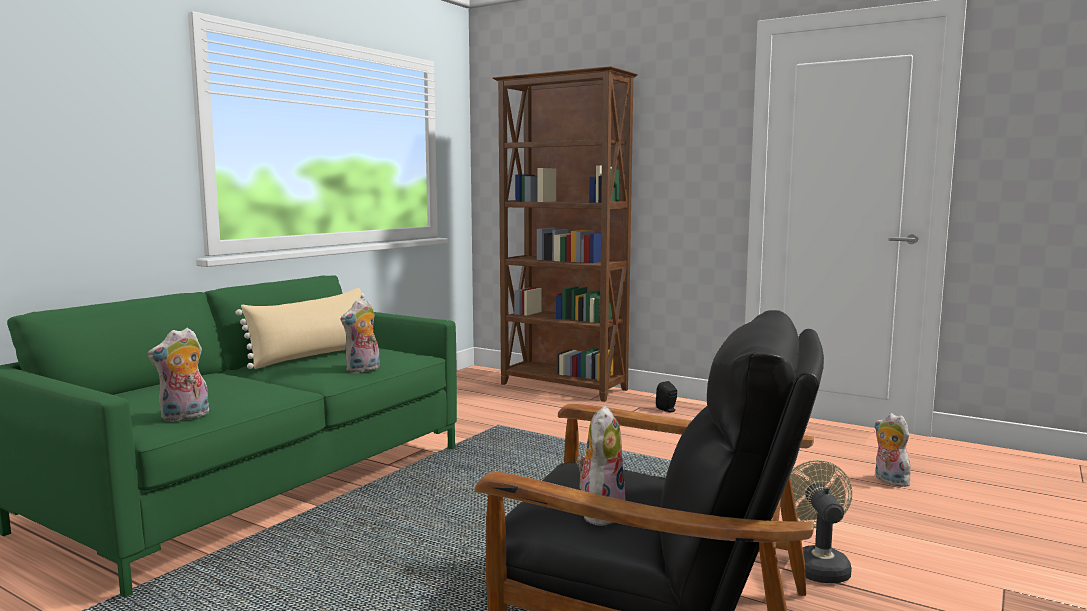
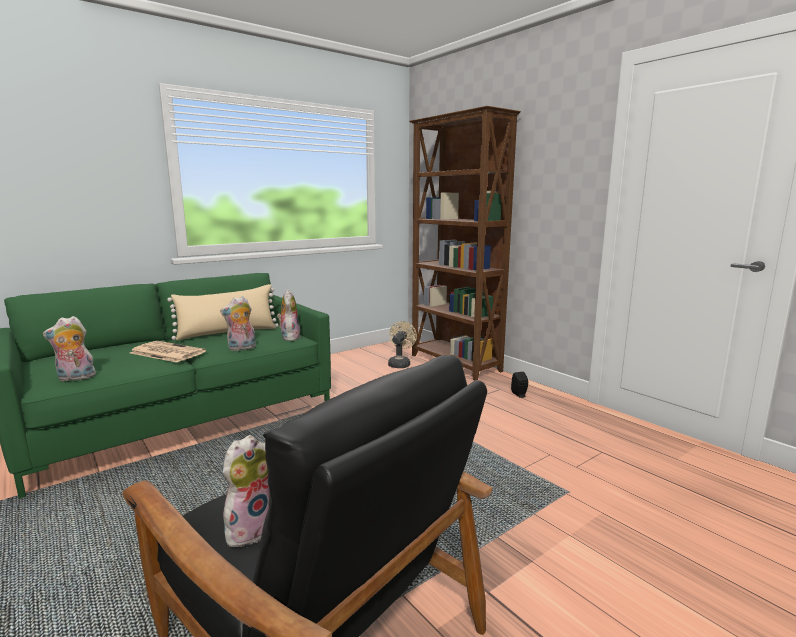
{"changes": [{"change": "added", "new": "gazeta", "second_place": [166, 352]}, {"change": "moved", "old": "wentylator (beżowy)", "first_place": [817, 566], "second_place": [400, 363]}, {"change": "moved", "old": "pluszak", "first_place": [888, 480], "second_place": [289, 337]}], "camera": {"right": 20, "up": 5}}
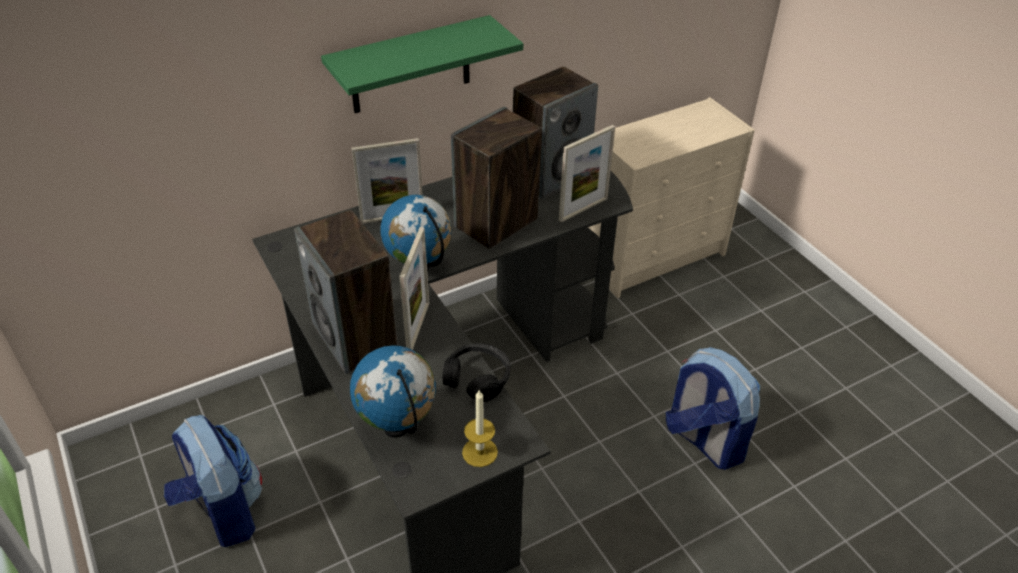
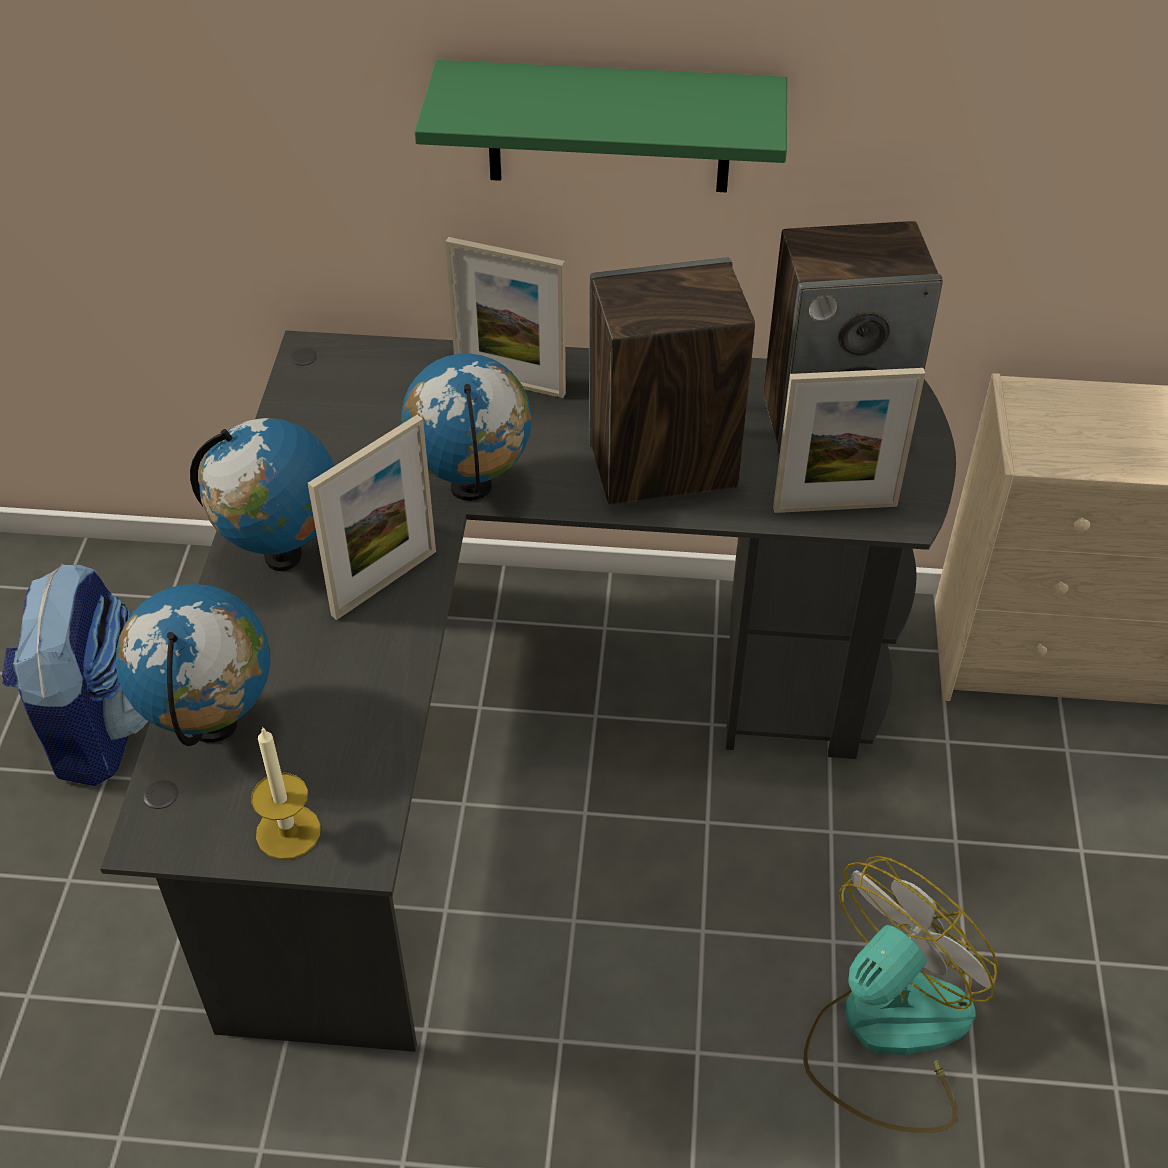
{"changes": [{"change": "removed", "old": "słuchawki (czarny)", "first_place": [477, 378]}, {"change": "replaced", "old": "głośnik", "new": "globus", "first_place": [356, 338], "second_place": [282, 556]}, {"change": "replaced", "old": "plecak", "new": "wentylator", "first_place": [703, 440], "second_place": [886, 1033]}], "camera": {"right": 35, "up": 5}}
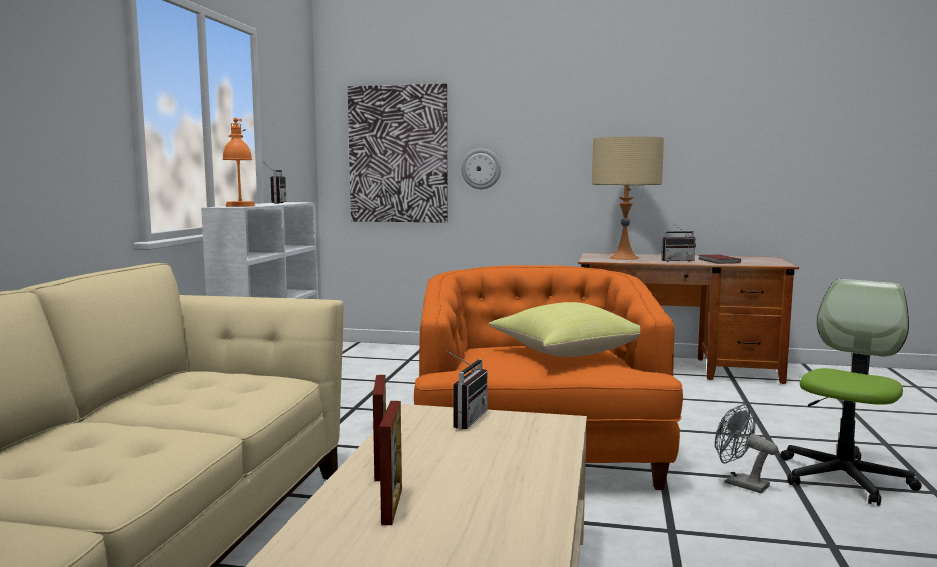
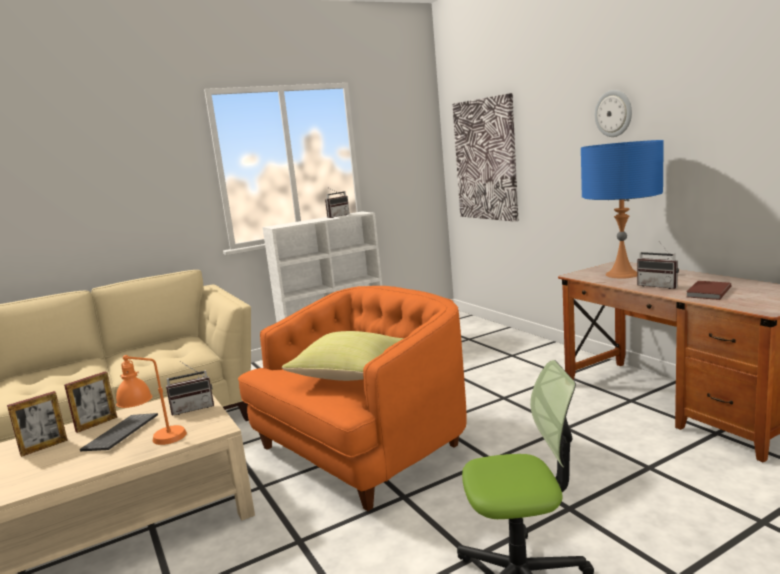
{"changes": [{"change": "removed", "old": "wentylator (szary)", "first_place": [739, 483]}, {"change": "added", "new": "klawiatura", "second_place": [121, 434]}, {"change": "moved", "old": "lampa stołowa (pomarańczowy)", "first_place": [240, 206], "second_place": [157, 443]}, {"change": "moved", "old": "zegar ścienny", "first_place": [481, 169], "second_place": [613, 113]}, {"change": "recoloured", "old": "lampa stołowa (beżowy)", "new": "lampa stołowa (niebieski)", "first_place": [624, 258], "second_place": [622, 274]}], "camera": {"right": 50, "up": 5}}
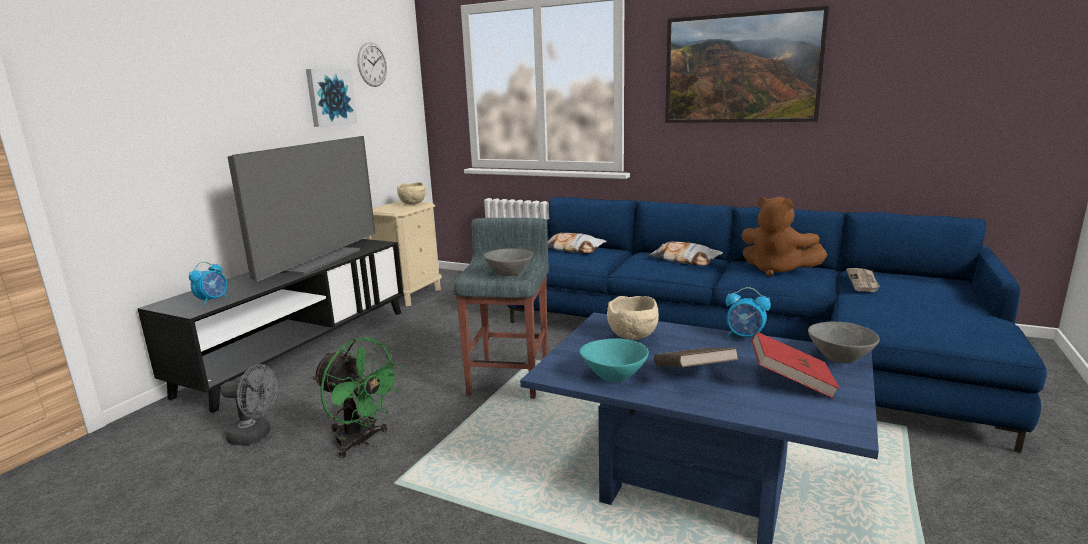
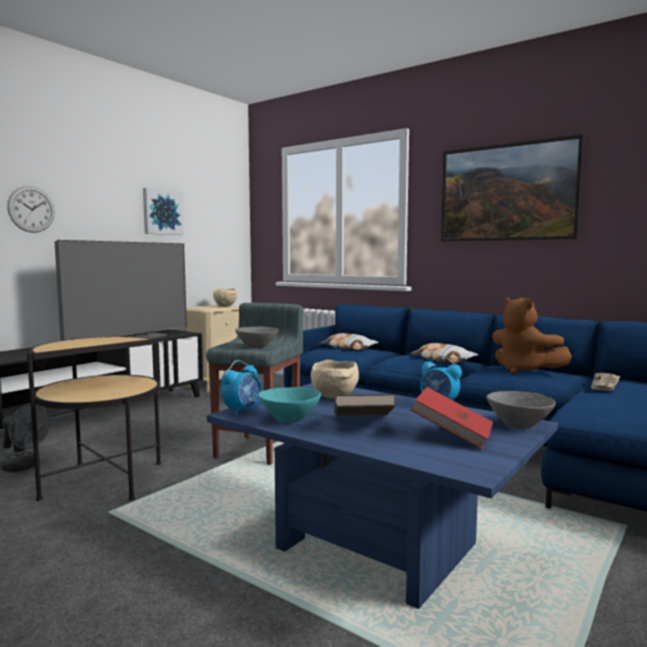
{"changes": [{"change": "moved", "old": "budzik", "first_place": [213, 300], "second_place": [243, 411]}, {"change": "moved", "old": "zegar ścienny", "first_place": [372, 64], "second_place": [31, 209]}, {"change": "replaced", "old": "wentylator (zielony)", "new": "stolik", "first_place": [361, 441], "second_place": [103, 480]}], "camera": {"right": 10, "up": -10}}
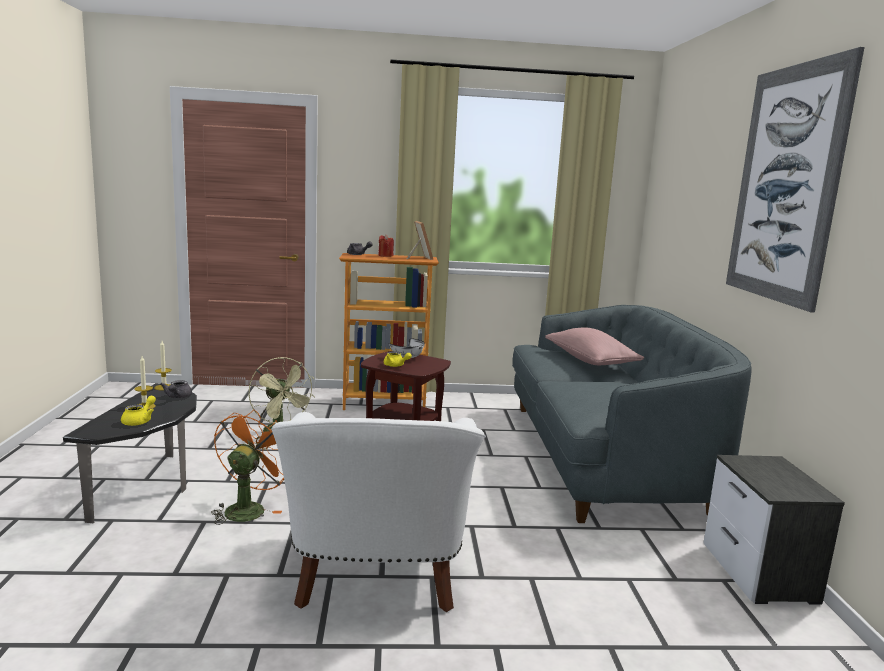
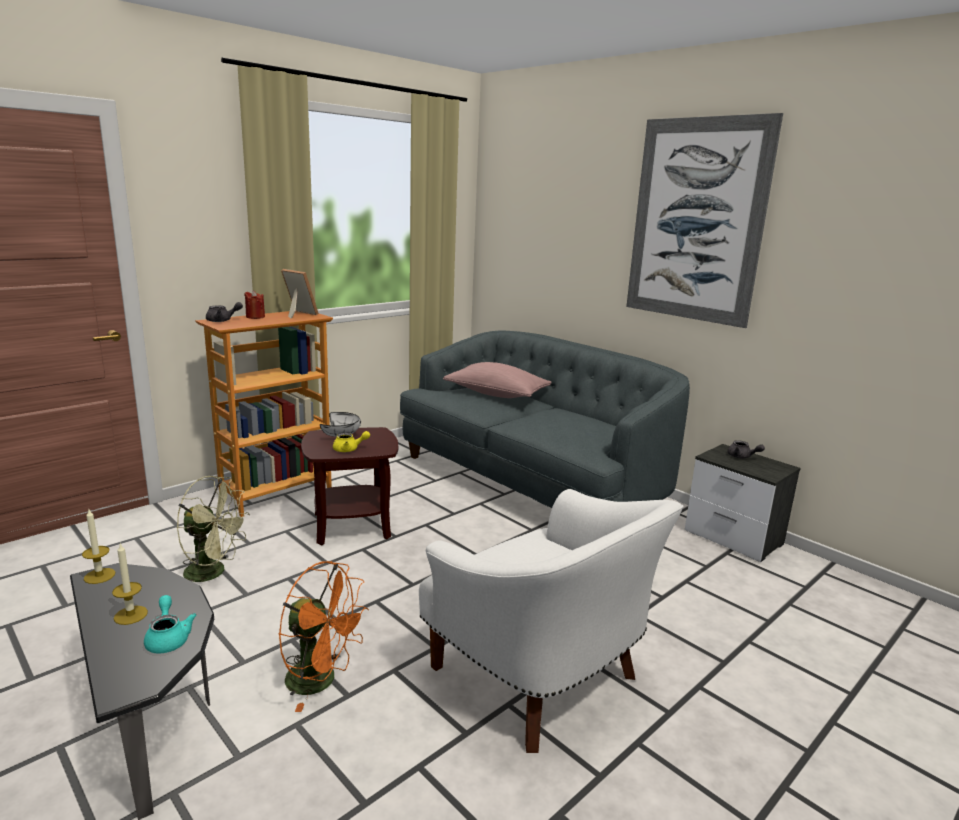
{"changes": [{"change": "moved", "old": "imbryk (szary)", "first_place": [177, 397], "second_place": [742, 457]}, {"change": "recoloured", "old": "imbryk (żółty)", "new": "imbryk (turkusowy)", "first_place": [140, 421], "second_place": [168, 638]}, {"change": "turned", "old": "wentylator (pomarańczowy)", "first_place": [248, 508], "second_place": [321, 681], "degrees": 135}], "camera": {"right": -40, "up": 5}}
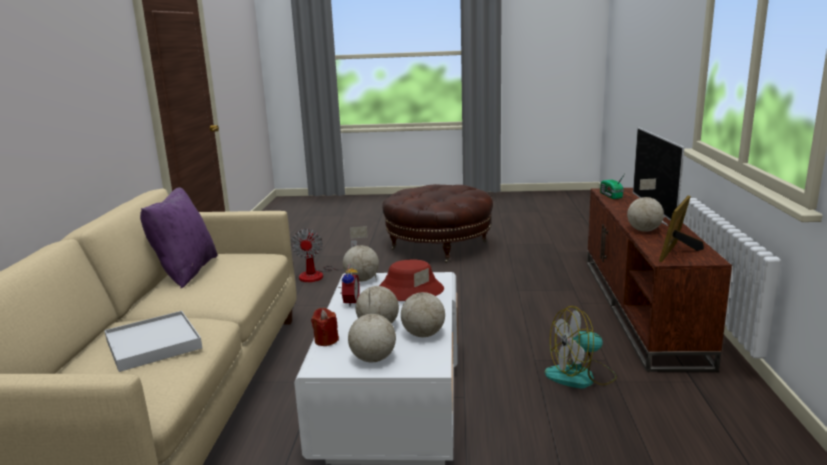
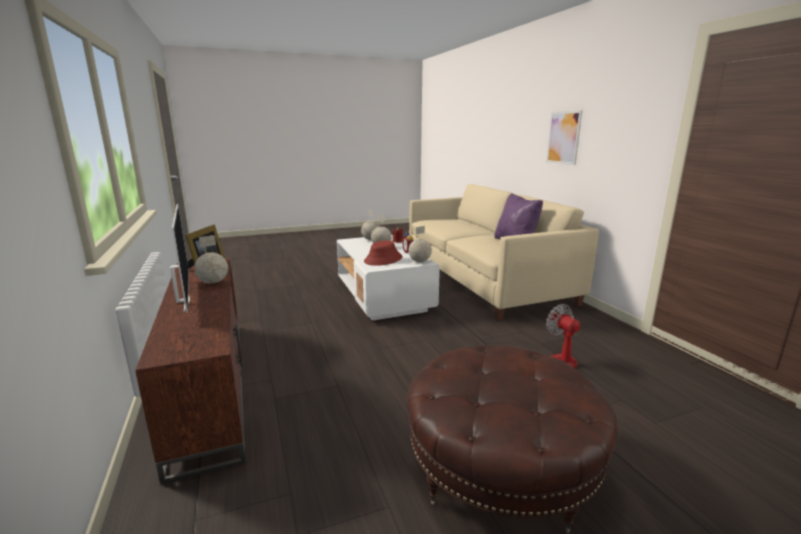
{"changes": [{"change": "removed", "old": "taca (biały)", "first_place": [153, 344]}, {"change": "removed", "old": "globus", "first_place": [424, 334]}, {"change": "removed", "old": "wentylator", "first_place": [580, 376]}, {"change": "removed", "old": "radio", "first_place": [610, 196]}, {"change": "added", "new": "obraz", "second_place": [563, 137]}], "camera": {"right": 155, "up": 0}}
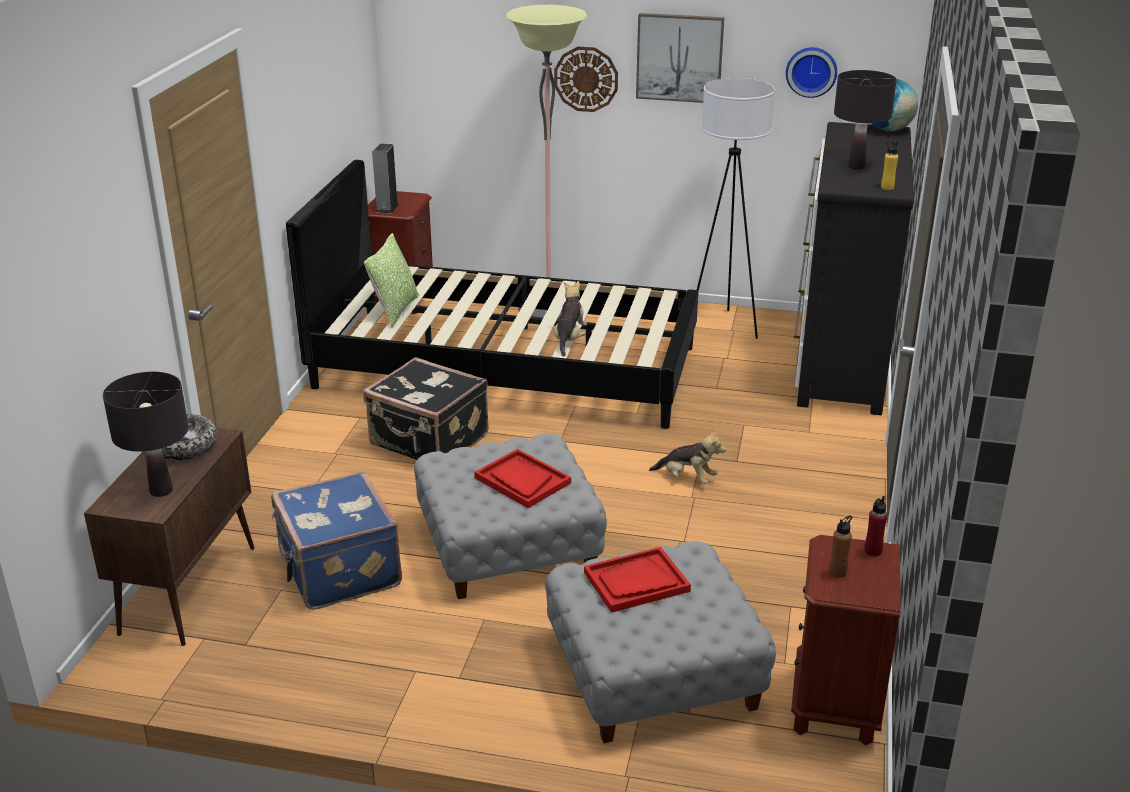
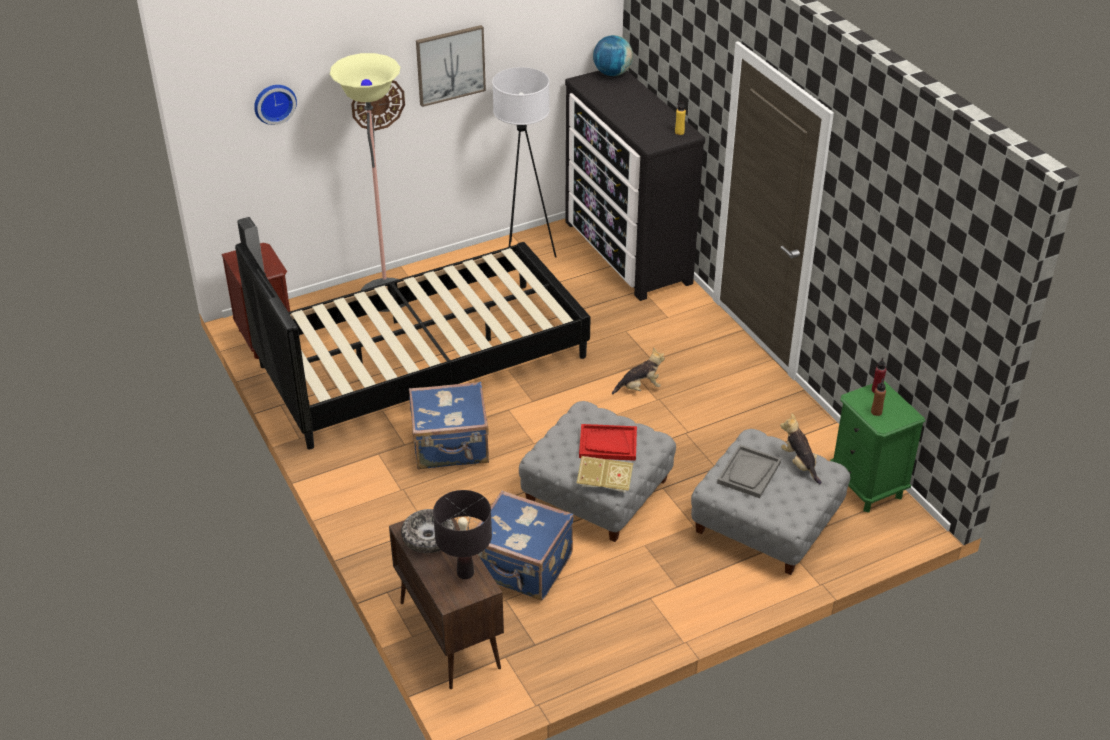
{"changes": [{"change": "removed", "old": "poduszka", "first_place": [395, 310]}, {"change": "removed", "old": "lampa stołowa (czarny)", "first_place": [856, 166]}, {"change": "added", "new": "książka", "second_place": [605, 483]}, {"change": "moved", "old": "pluszak", "first_place": [569, 339], "second_place": [799, 464]}, {"change": "moved", "old": "zegar ścienny", "first_place": [811, 71], "second_place": [274, 103]}, {"change": "recoloured", "old": "walizka (czarny)", "new": "walizka (niebieski)", "first_place": [428, 441], "second_place": [451, 447]}, {"change": "recoloured", "old": "taca (czerwony)", "new": "taca (szary)", "first_place": [636, 582], "second_place": [749, 473]}, {"change": "recoloured", "old": "szafka nocna (brązowy)", "new": "szafka nocna (zielony)", "first_place": [835, 705], "second_place": [866, 486]}], "camera": {"right": -40, "up": 10}}
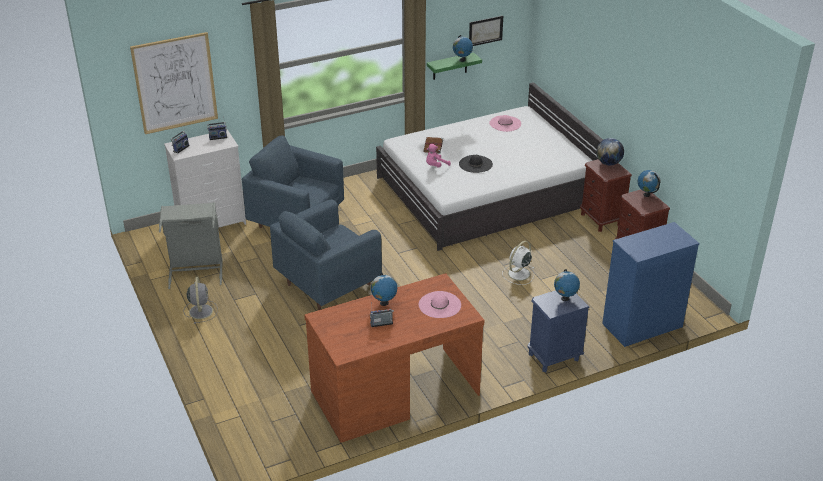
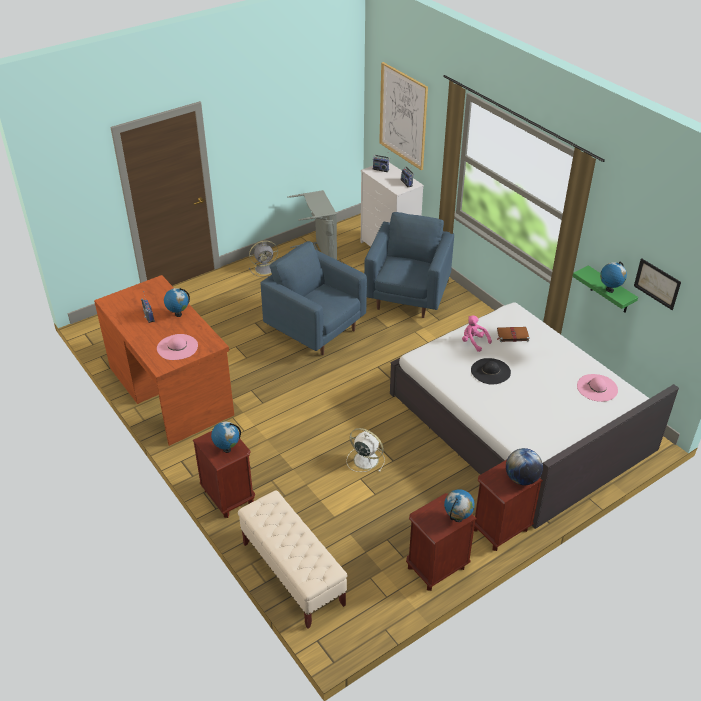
{"changes": [{"change": "replaced", "old": "komoda (niebieski)", "new": "ławka (beżowy)", "first_place": [641, 325], "second_place": [292, 574]}, {"change": "recoloured", "old": "szafka nocna (niebieski)", "new": "szafka nocna (brązowy)", "first_place": [553, 357], "second_place": [228, 497]}], "camera": {"right": 80, "up": 5}}
